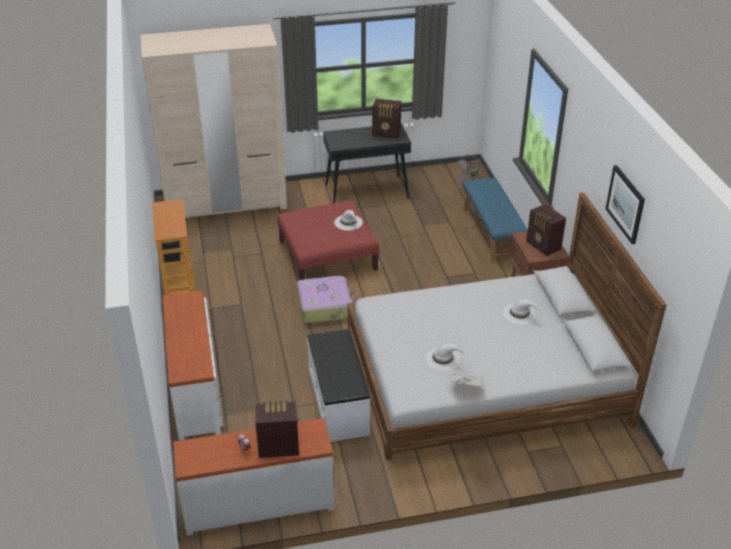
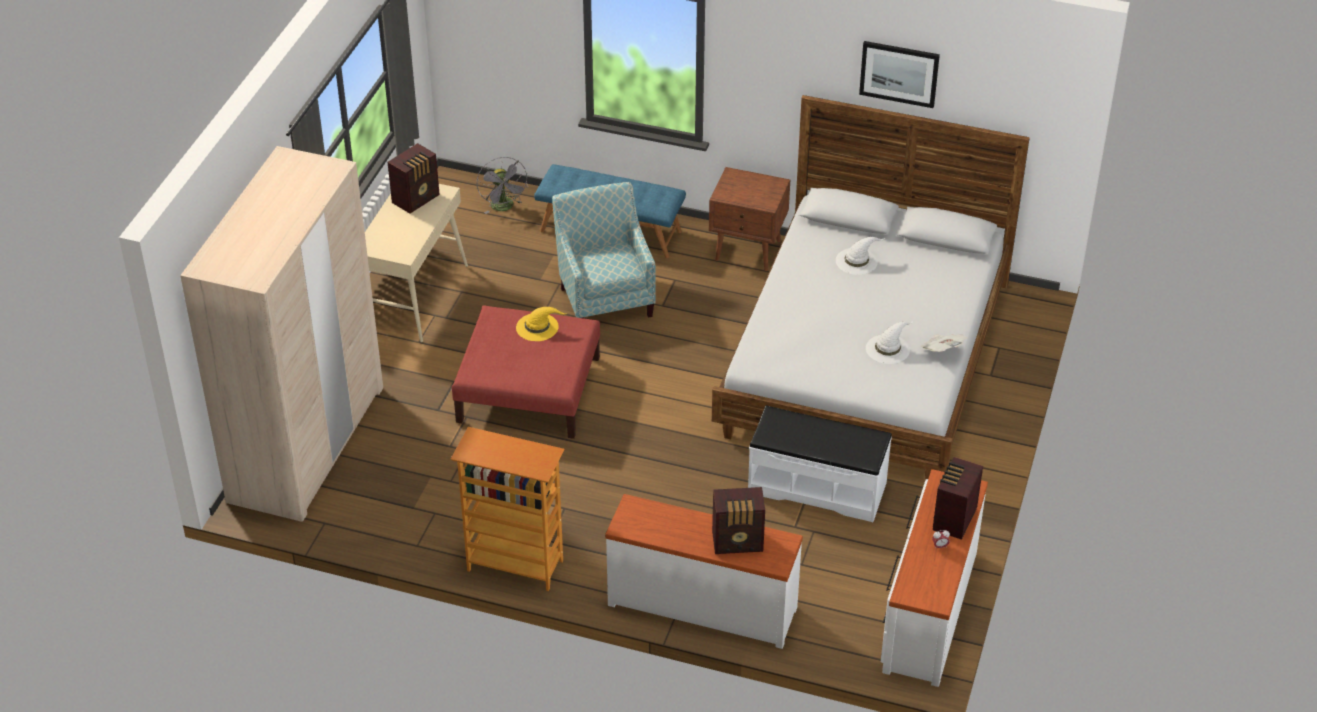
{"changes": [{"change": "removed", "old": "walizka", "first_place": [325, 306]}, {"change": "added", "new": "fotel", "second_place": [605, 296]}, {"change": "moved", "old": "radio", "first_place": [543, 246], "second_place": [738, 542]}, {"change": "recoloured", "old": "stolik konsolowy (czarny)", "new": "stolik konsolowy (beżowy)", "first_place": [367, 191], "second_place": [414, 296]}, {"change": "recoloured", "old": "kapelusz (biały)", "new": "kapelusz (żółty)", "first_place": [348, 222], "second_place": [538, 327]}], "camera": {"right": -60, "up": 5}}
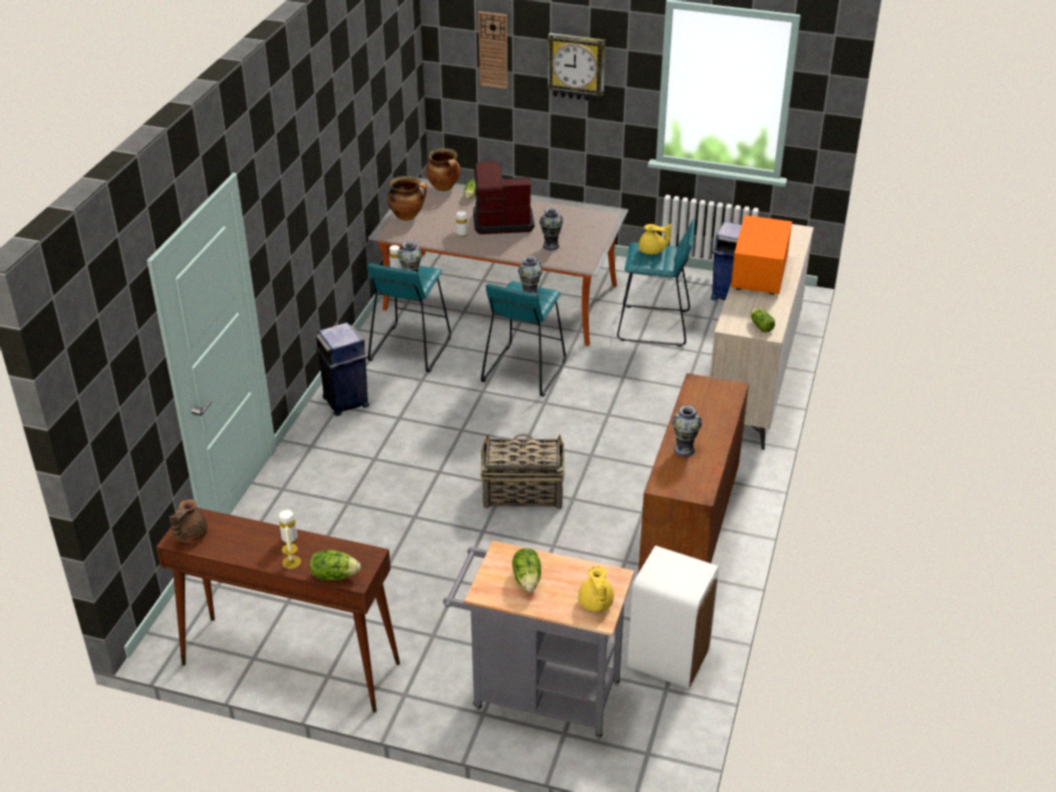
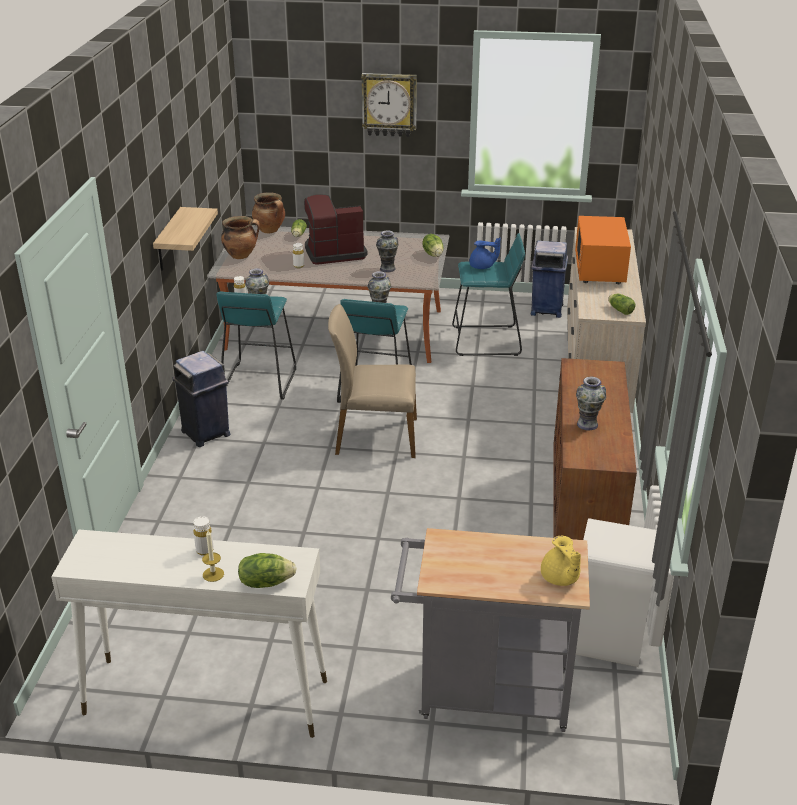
{"changes": [{"change": "removed", "old": "imbryk (brązowy)", "first_place": [189, 535]}, {"change": "removed", "old": "zegar ścienny", "first_place": [493, 50]}, {"change": "removed", "old": "koszyk", "first_place": [521, 492]}, {"change": "added", "new": "półka", "second_place": [169, 240]}, {"change": "added", "new": "krzesło (beżowy)", "second_place": [375, 436]}, {"change": "moved", "old": "sałata", "first_place": [528, 579], "second_place": [433, 254]}, {"change": "recoloured", "old": "stolik konsolowy (brązowy)", "new": "stolik konsolowy (biały)", "first_place": [289, 663], "second_place": [205, 697]}, {"change": "recoloured", "old": "imbryk (żółty)", "new": "imbryk (niebieski)", "first_place": [652, 251], "second_place": [482, 267]}], "camera": {"right": -10, "up": -5}}
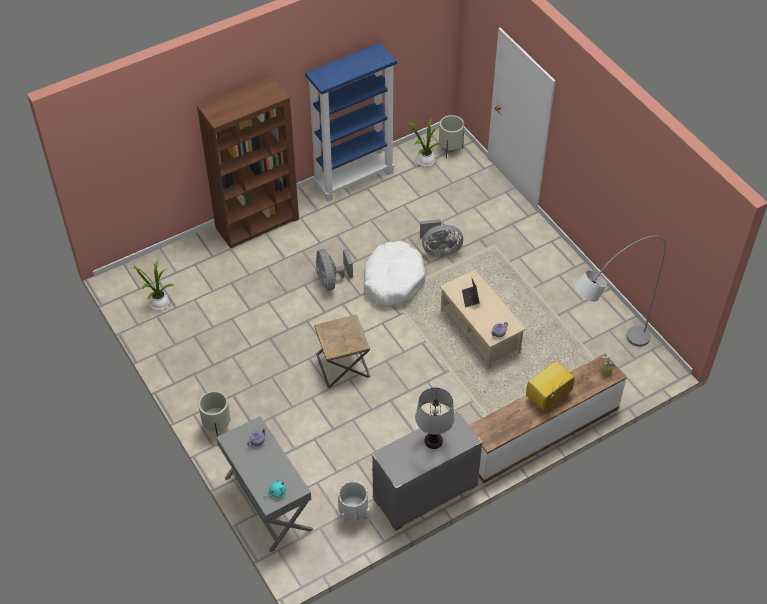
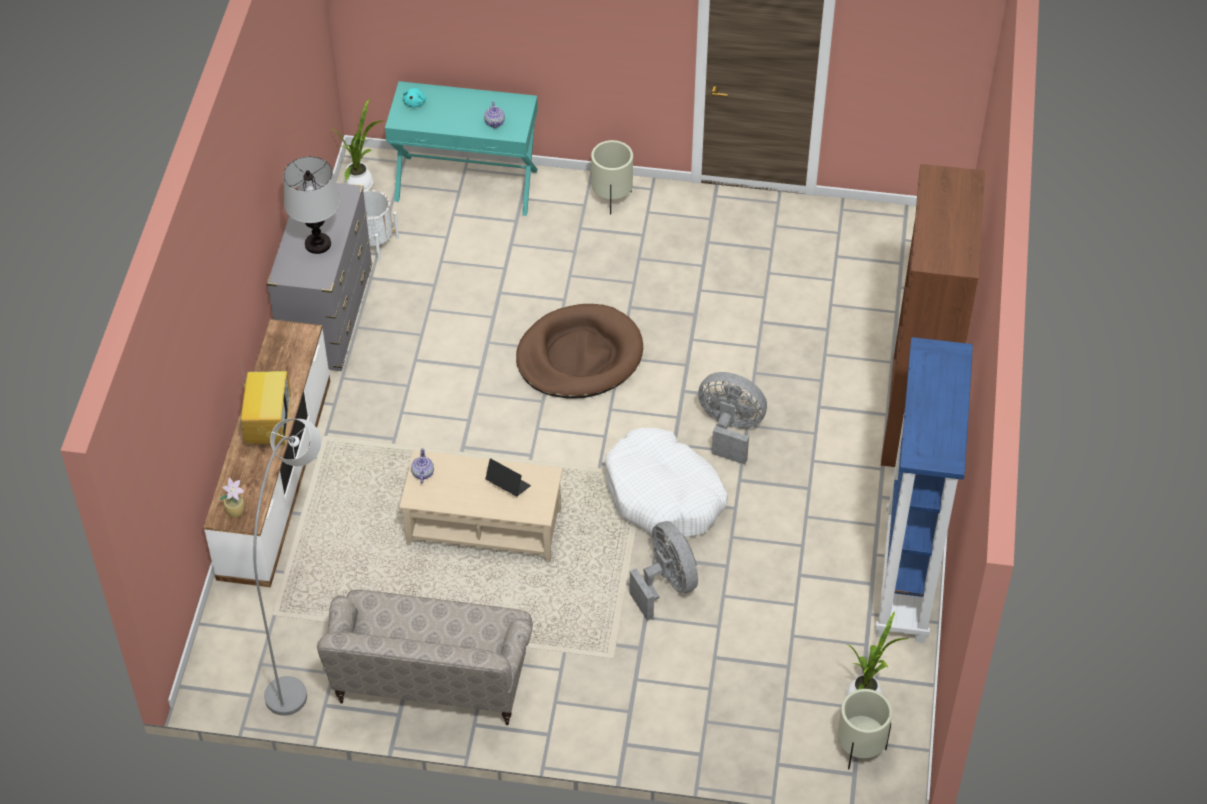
{"changes": [{"change": "added", "new": "kanapa (beżowy)", "second_place": [431, 681]}, {"change": "moved", "old": "roślina doniczkowa", "first_place": [158, 303], "second_place": [360, 182]}, {"change": "replaced", "old": "stolik (brązowy)", "new": "legowisko (brązowy)", "first_place": [343, 365], "second_place": [579, 356]}, {"change": "recoloured", "old": "stolik konsolowy (szary)", "new": "stolik konsolowy (turkusowy)", "first_place": [267, 503], "second_place": [466, 184]}, {"change": "turned", "old": "wentylator (szary)", "first_place": [439, 250], "second_place": [666, 584], "degrees": 120}], "camera": {"right": 130, "up": 0}}
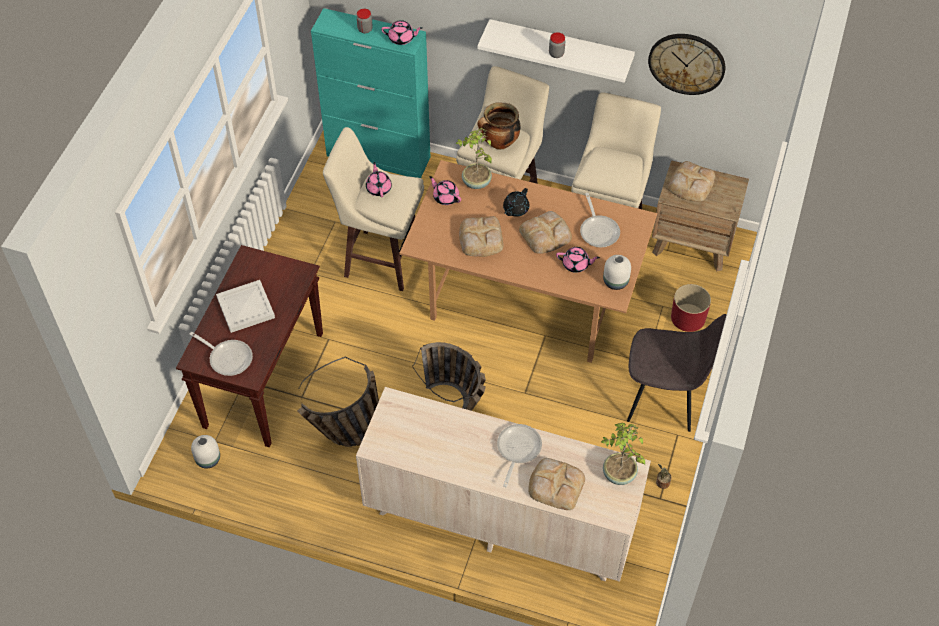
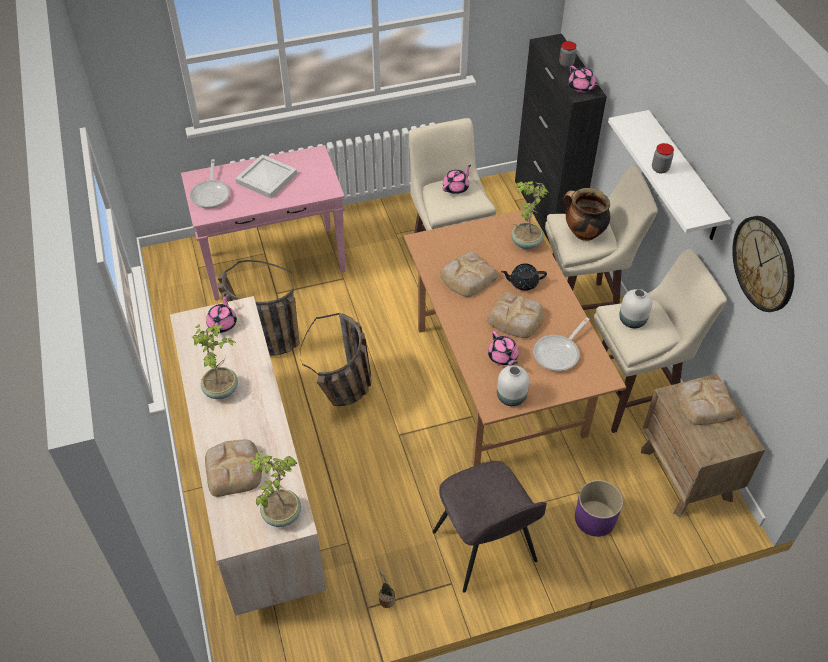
{"changes": [{"change": "removed", "old": "patelnia", "first_place": [517, 450]}, {"change": "added", "new": "roślina doniczkowa", "second_place": [221, 389]}, {"change": "moved", "old": "wazon (biały)", "first_place": [208, 460], "second_place": [631, 320]}, {"change": "moved", "old": "imbryk (różowy)", "first_place": [445, 197], "second_place": [222, 323]}, {"change": "recoloured", "old": "stolik konsolowy (brązowy)", "new": "stolik konsolowy (różowy)", "first_place": [264, 378], "second_place": [275, 262]}, {"change": "recoloured", "old": "szafka (turkusowy)", "new": "szafka (czarny)", "first_place": [379, 157], "second_place": [546, 209]}, {"change": "recoloured", "old": "donica (czerwony)", "new": "donica (fioletowy)", "first_place": [688, 318], "second_place": [594, 518]}], "camera": {"right": 55, "up": -5}}
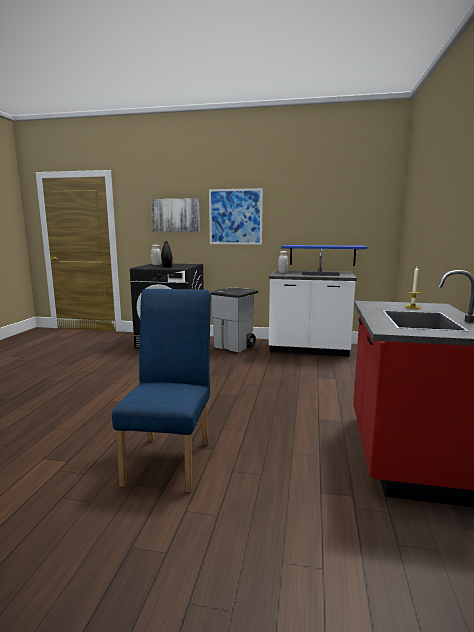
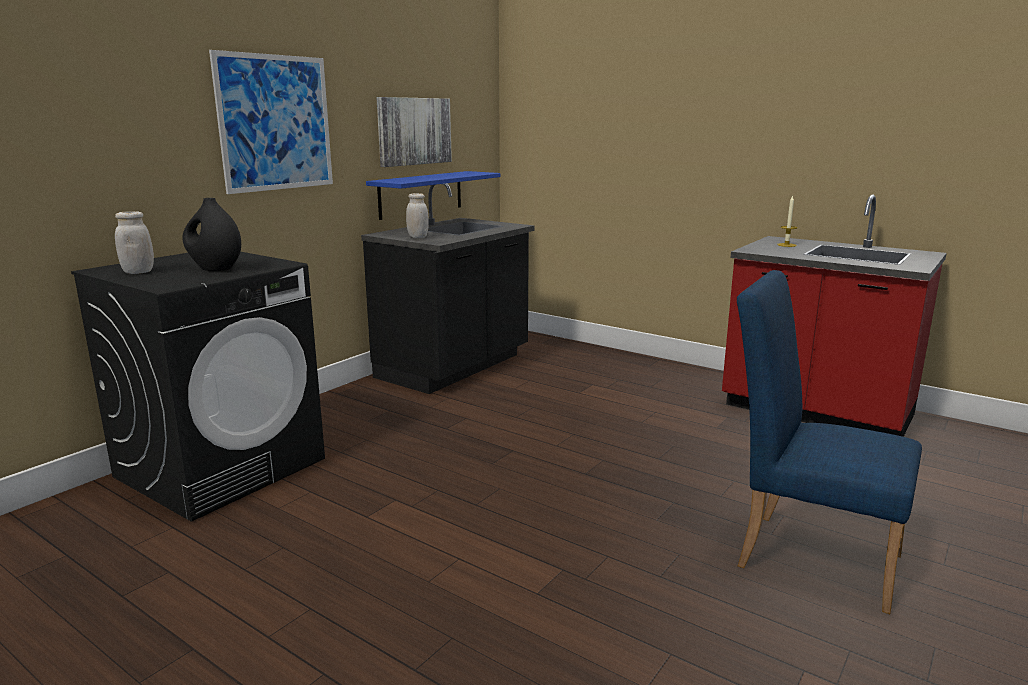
{"changes": [{"change": "removed", "old": "kosz na śmieci (szary)", "first_place": [234, 346]}, {"change": "moved", "old": "obraz", "first_place": [176, 215], "second_place": [414, 131]}, {"change": "recoloured", "old": "zabudowa kuchenna (biały)", "new": "zabudowa kuchenna (czarny)", "first_place": [308, 349], "second_place": [455, 367]}], "camera": {"right": -65, "up": 5}}
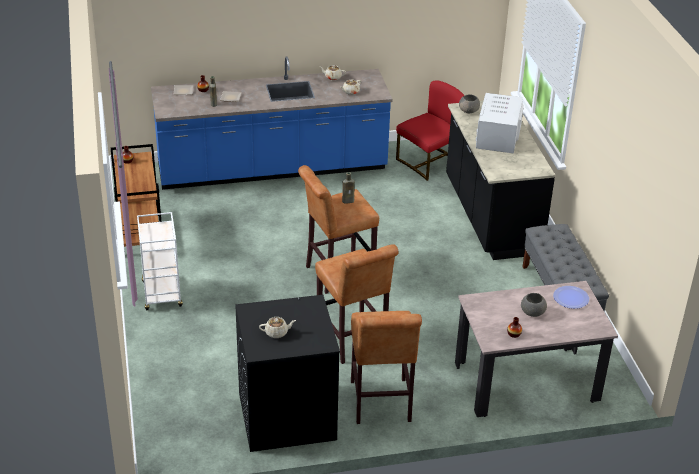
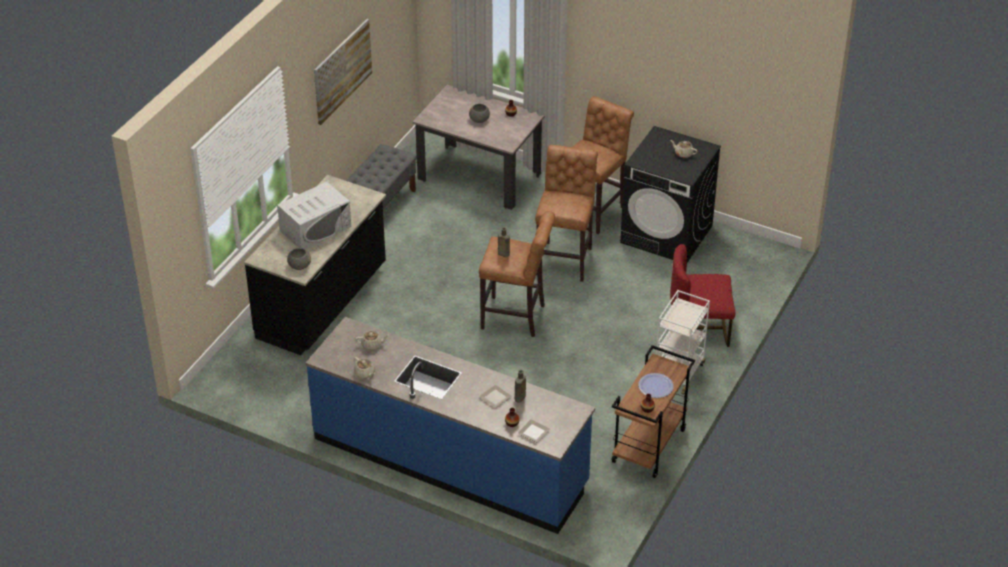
{"changes": [{"change": "added", "new": "obraz", "second_place": [342, 70]}, {"change": "moved", "old": "krzesło (czerwony)", "first_place": [429, 162], "second_place": [699, 328]}, {"change": "moved", "old": "talerz", "first_place": [571, 298], "second_place": [655, 386]}], "camera": {"right": -140, "up": 5}}
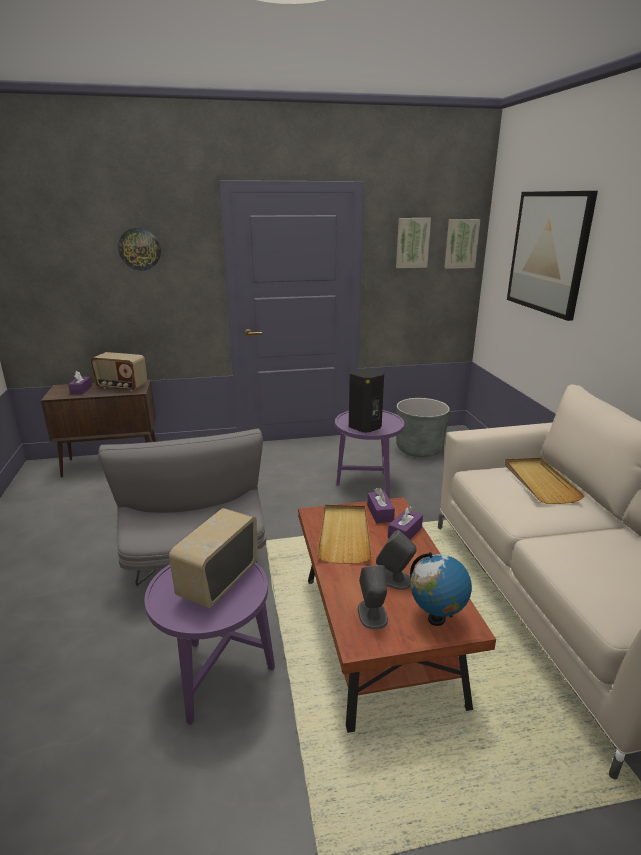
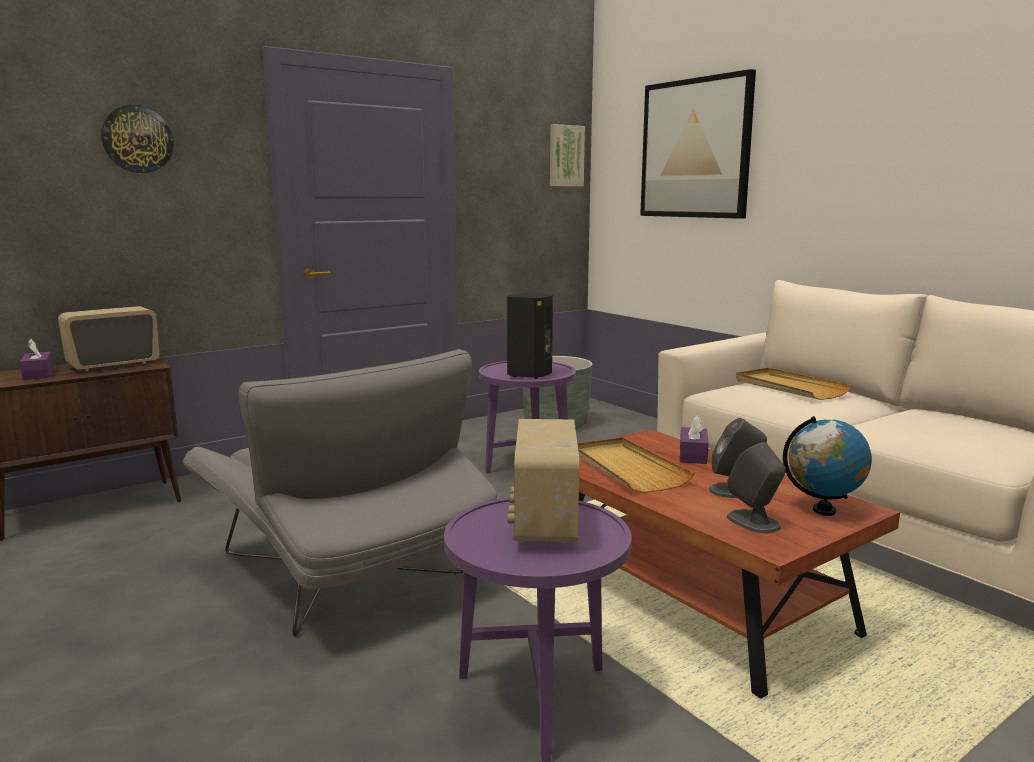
{"changes": [{"change": "removed", "old": "pudełko chusteczek (fioletowy)", "first_place": [380, 513]}, {"change": "removed", "old": "obraz", "first_place": [412, 243]}, {"change": "turned", "old": "radio", "first_place": [121, 387], "second_place": [113, 365], "degrees": 150}], "camera": {"right": -25, "up": -10}}
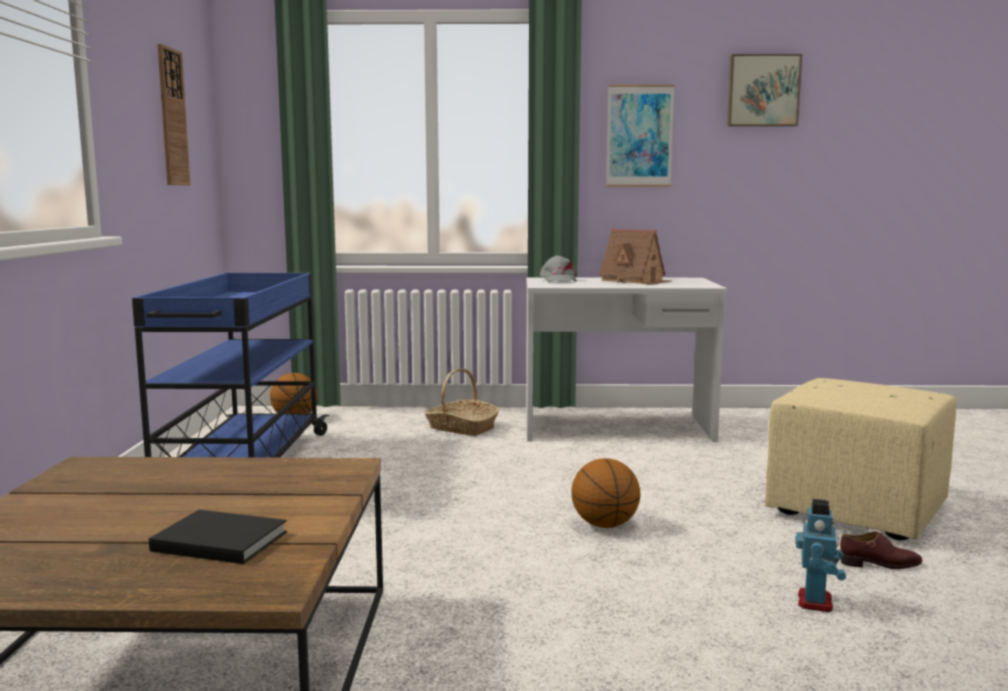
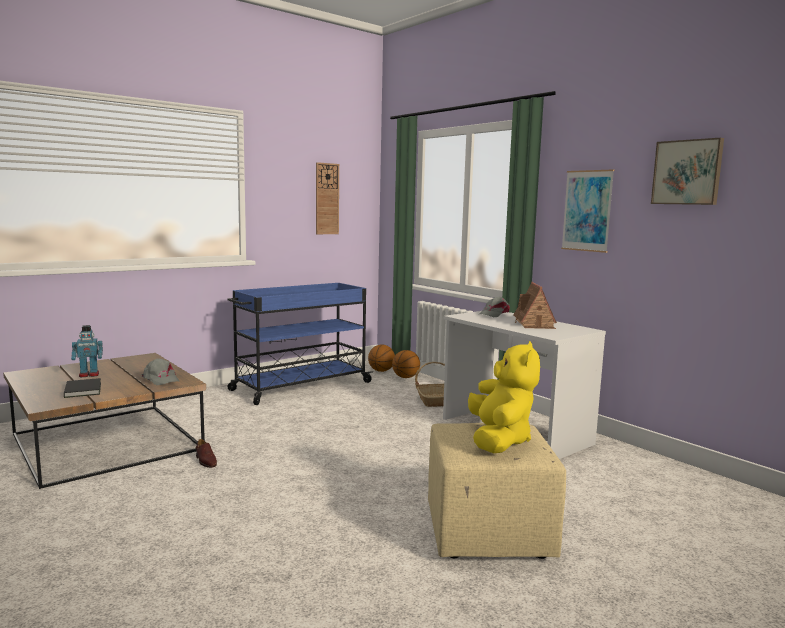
{"changes": [{"change": "added", "new": "czapka z daszkiem (szary)", "second_place": [161, 379]}, {"change": "added", "new": "pluszak (żółty)", "second_place": [499, 440]}, {"change": "moved", "old": "piłka do koszykówki", "first_place": [604, 525], "second_place": [405, 377]}, {"change": "moved", "old": "robot zabawkowy", "first_place": [816, 602], "second_place": [89, 375]}, {"change": "moved", "old": "but (brązowy)", "first_place": [880, 564], "second_place": [206, 461]}], "camera": {"right": 50, "up": 0}}
